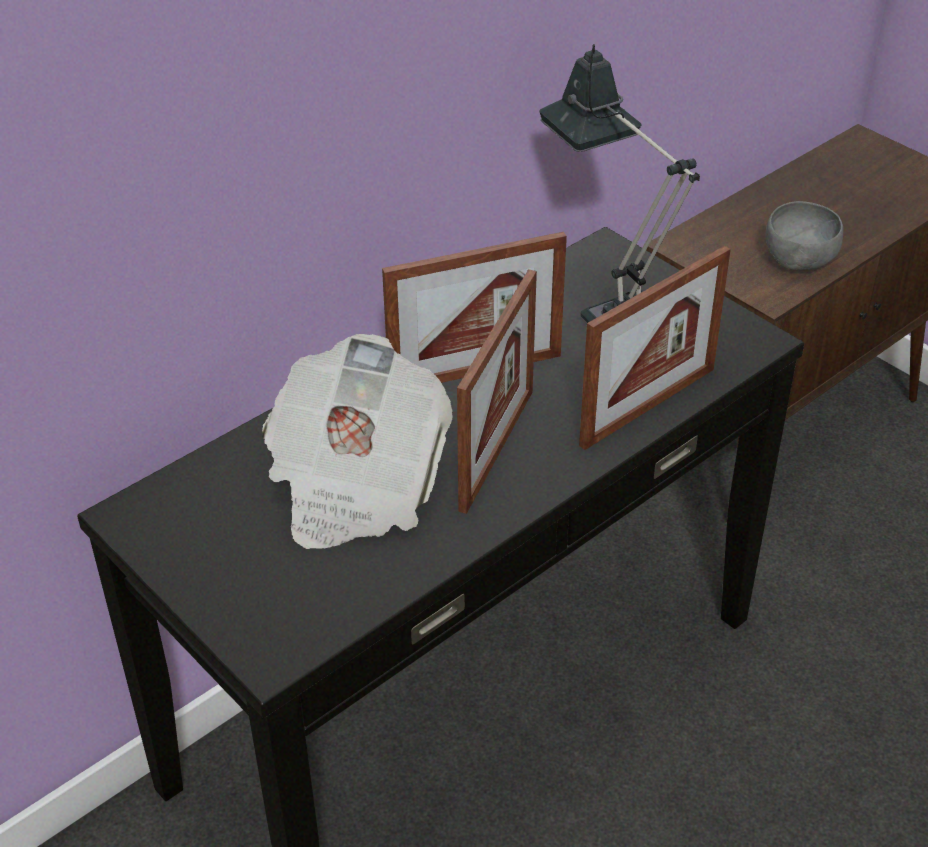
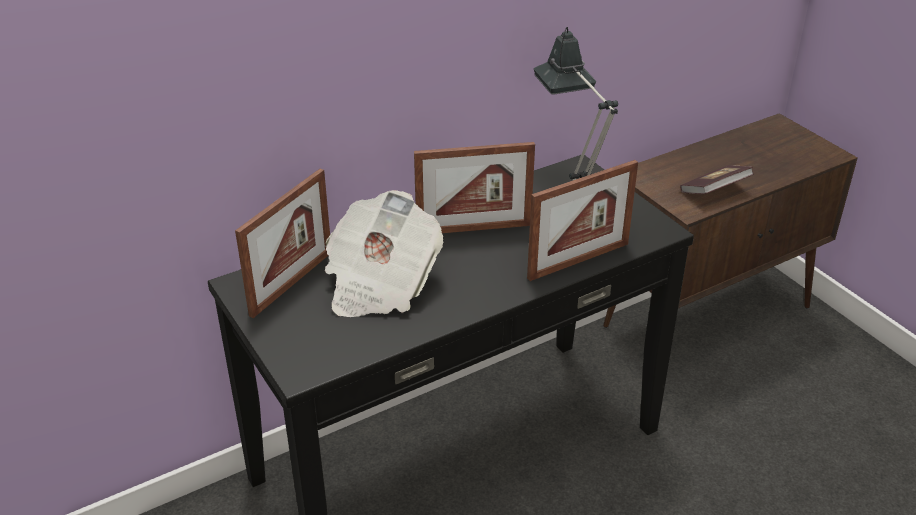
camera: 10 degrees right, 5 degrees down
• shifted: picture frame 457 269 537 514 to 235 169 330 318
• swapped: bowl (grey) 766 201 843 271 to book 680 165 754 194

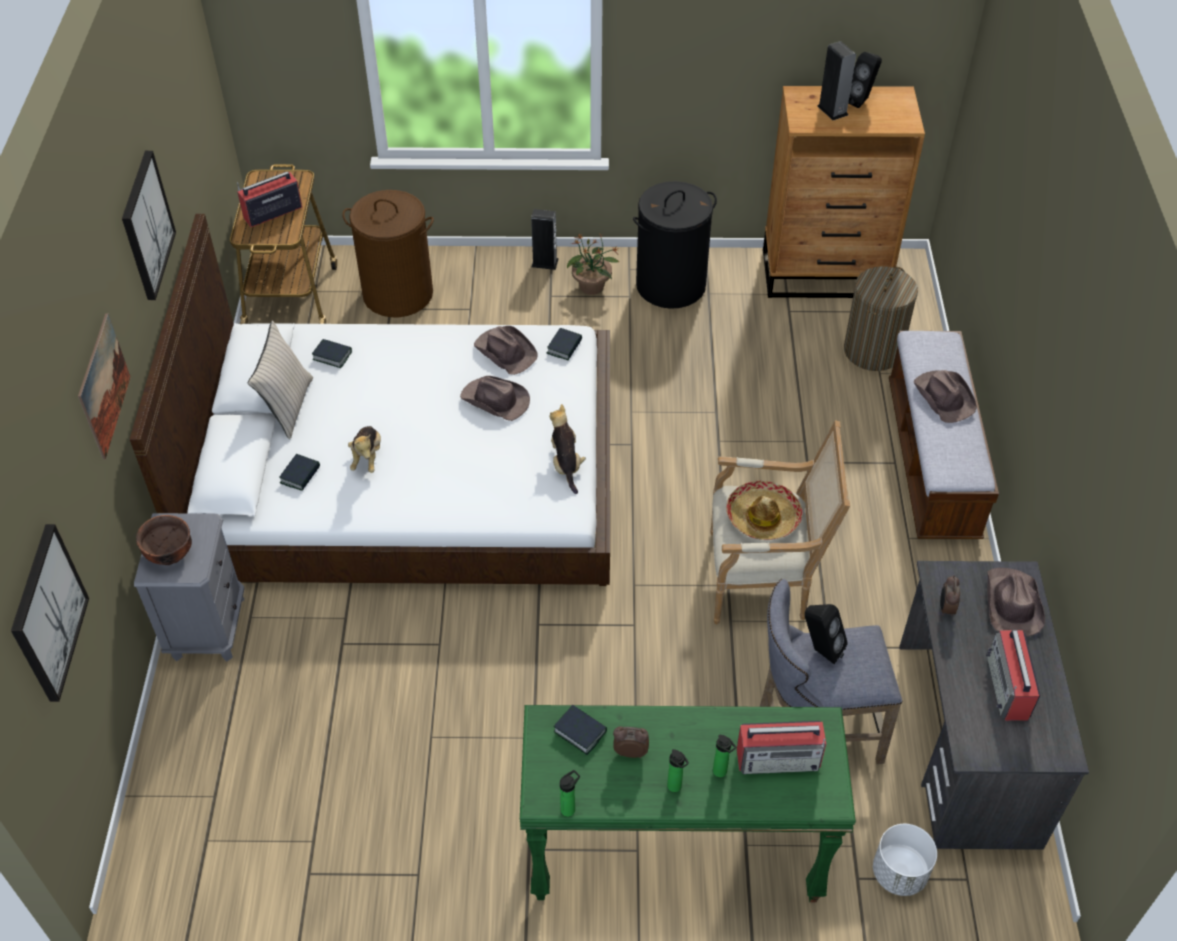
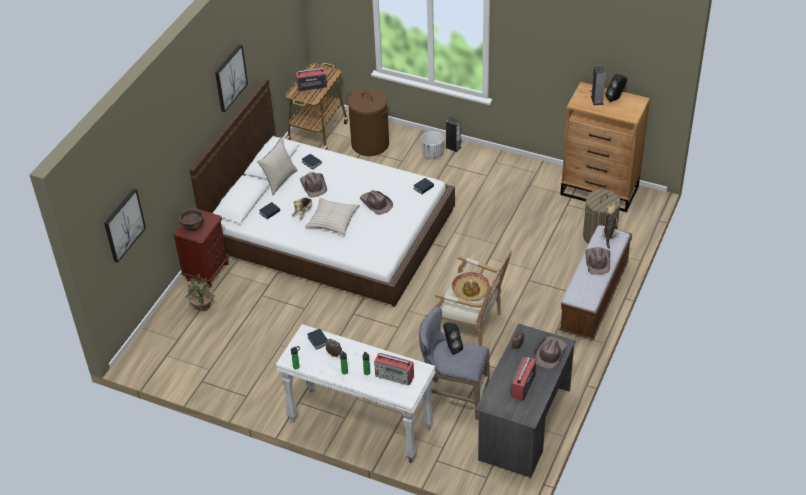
camera: 25 degrees right, 5 degrees down
• repainted: nightstand (grey) 134 513 245 662 to nightstand (brown) 173 210 229 288
• shifted: plant in a pot 567 233 619 295 to 185 273 215 311
• repainted: narrow table (green-coloured) 520 705 856 903 to narrow table (white-coloured) 276 324 435 463
• shifted: wearable hat (brown) 474 326 538 375 to 300 172 327 198
• new: pillow (beige-coloured) 305 198 360 235
• shifted: plant pot (white-coloured) 873 824 937 896 to 422 131 444 159
• shifted: soft toy 549 404 586 494 to 602 203 619 249
• gone: wall picture 78 313 131 459
• gone: washing basket (black-coloured) 633 181 717 309

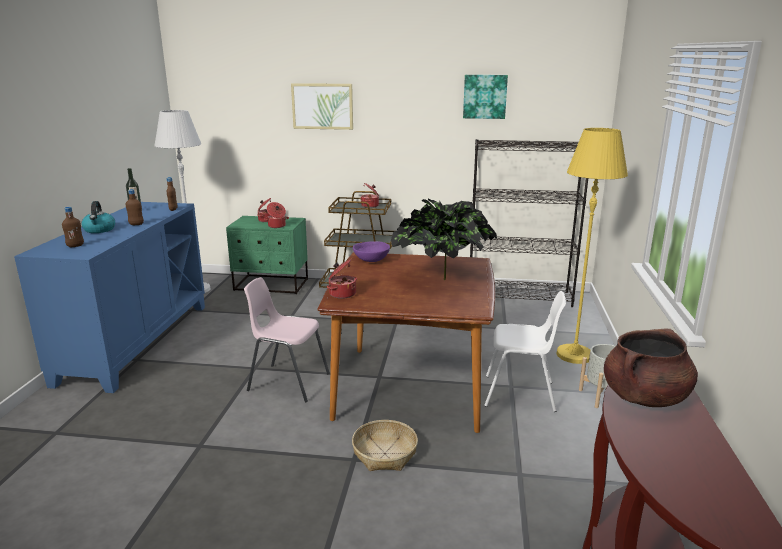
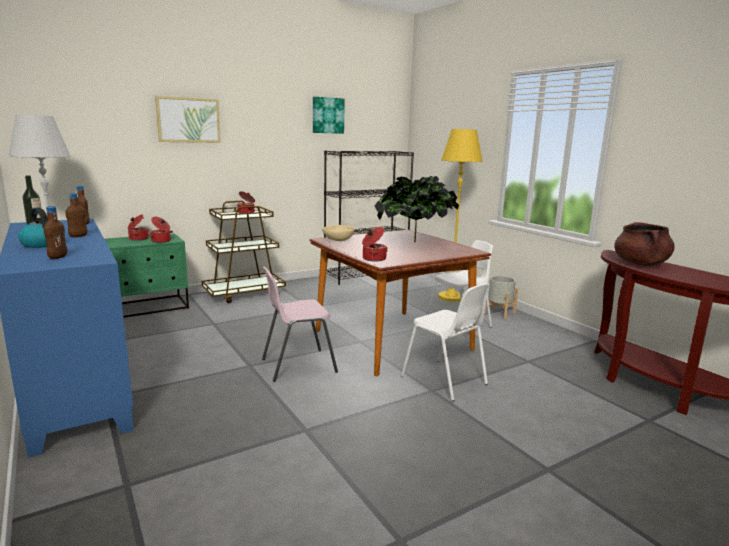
camera: 40 degrees left, 5 degrees down
• repainted: bowl (purplish) 353 241 390 262 to bowl (beige-coloured) 322 225 355 241
• swapped: household basket 352 420 418 471 to upright chair (white-coloured) 401 283 490 401

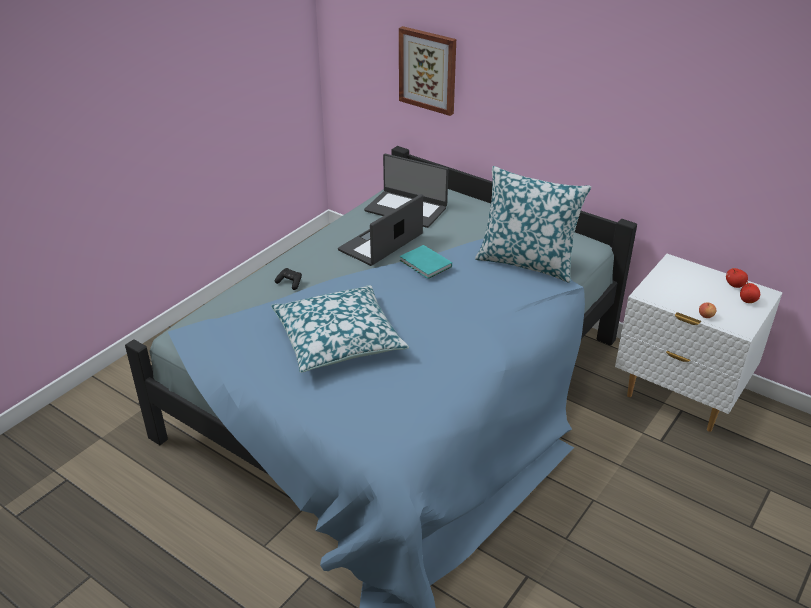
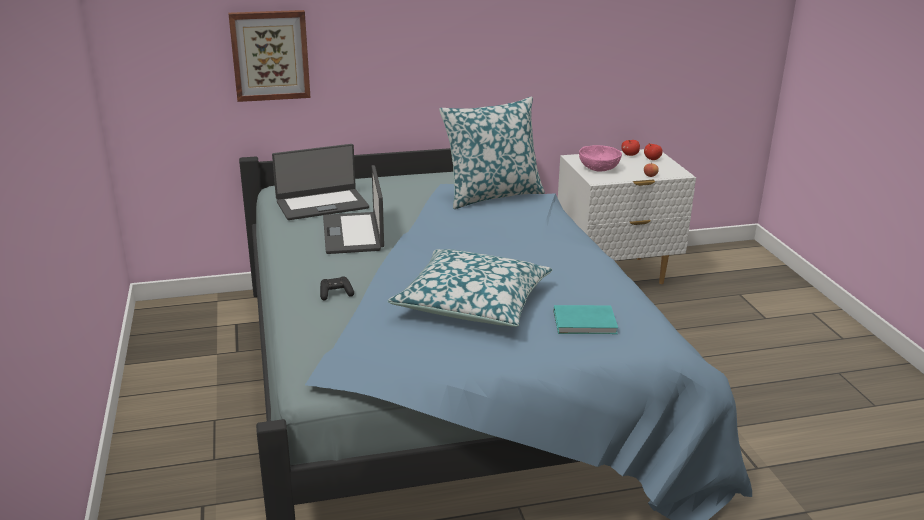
camera: 50 degrees left, 10 degrees down
• shifted: book (blue-green) 400 245 452 279 to 554 305 618 334
• new: bowl (pinkish) 579 145 622 171

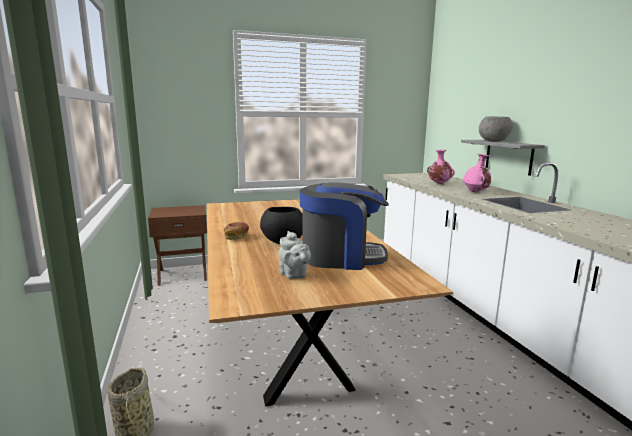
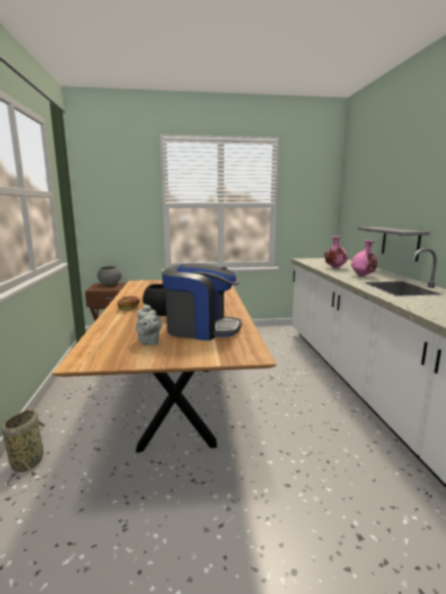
camera: 10 degrees right, 0 degrees up
• shifted: bowl (grey) 479 116 513 142 to 97 266 122 286

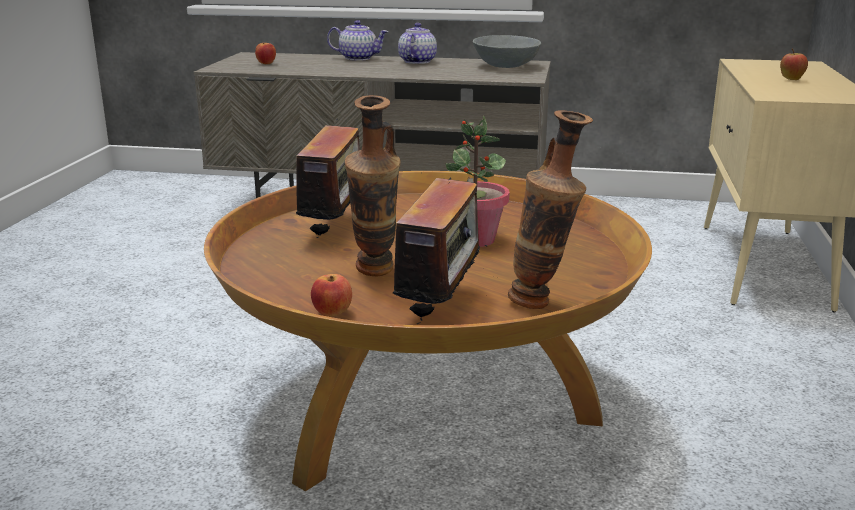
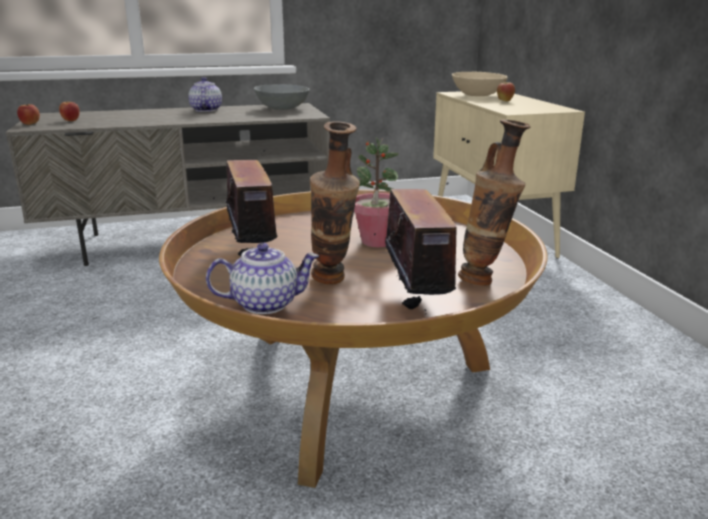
camera: 25 degrees left, 0 degrees up
• shifted: apple 311 274 352 317 to 17 104 40 125
• shifted: tea pot 327 20 389 61 to 206 243 319 314
• new: bowl (beige-coloured) 452 72 508 96

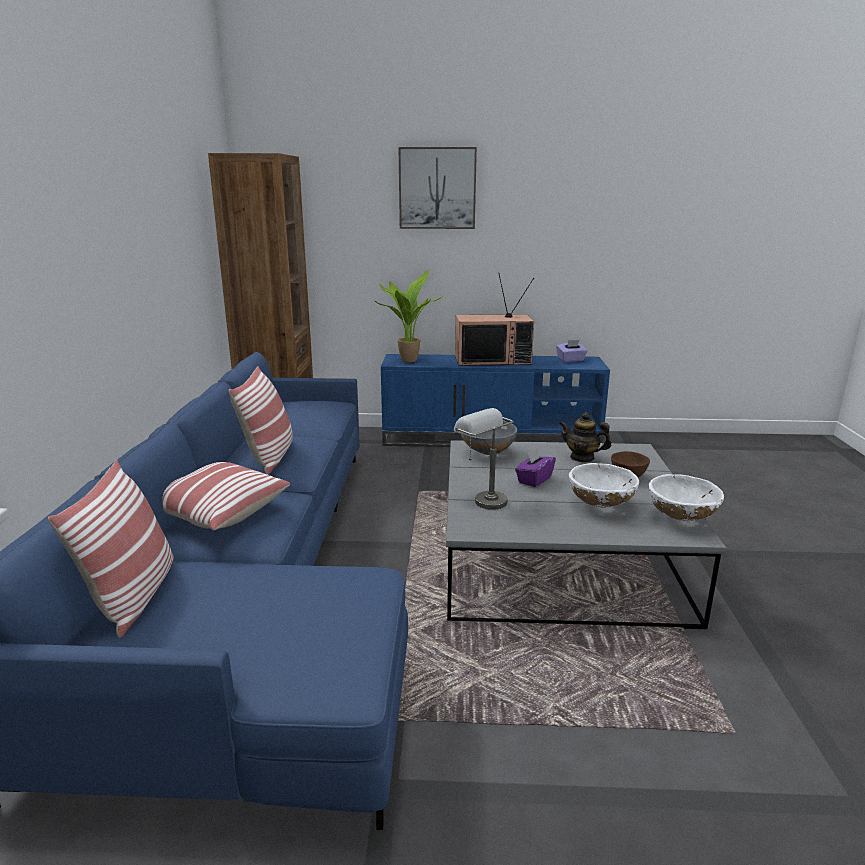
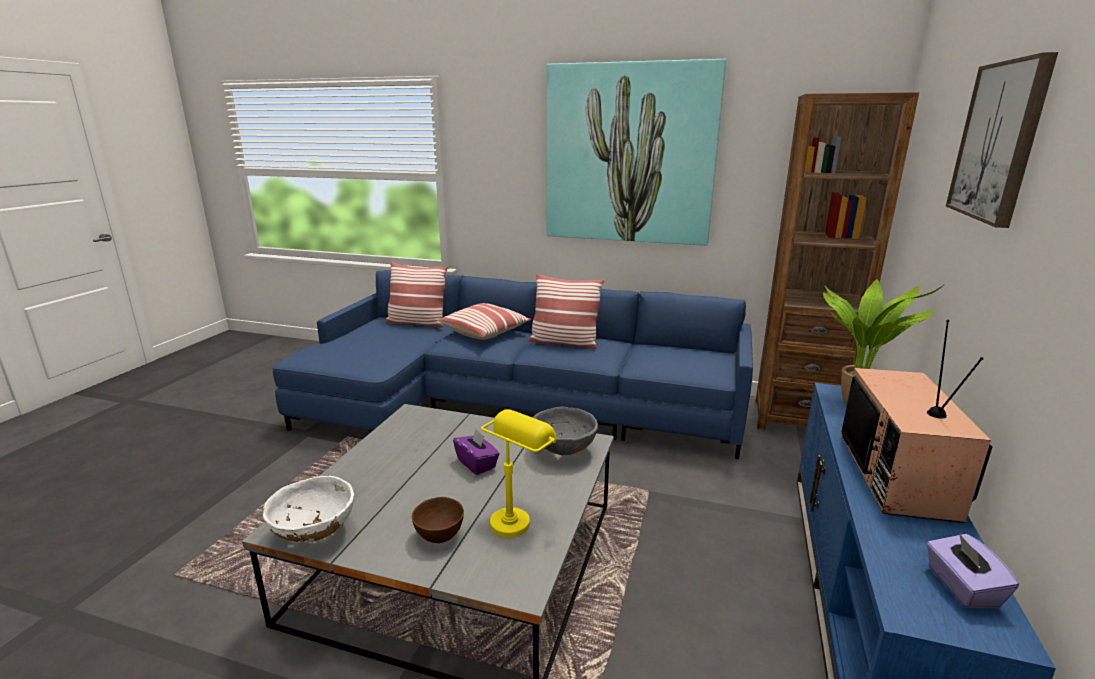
camera: 105 degrees right, 0 degrees up
• swapped: tea pot 559 412 611 462 to table lamp (yellowish) 481 409 557 538
• new: wall picture 546 59 726 246
• gone: table lamp (grey) 454 408 514 510
• gone: bowl (white-coloured) 569 463 639 508

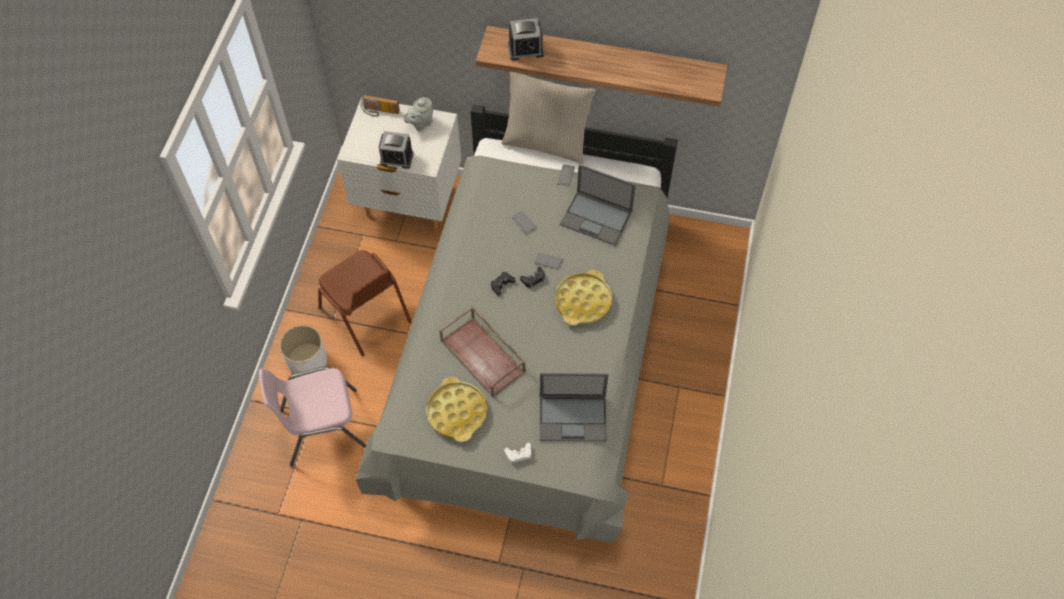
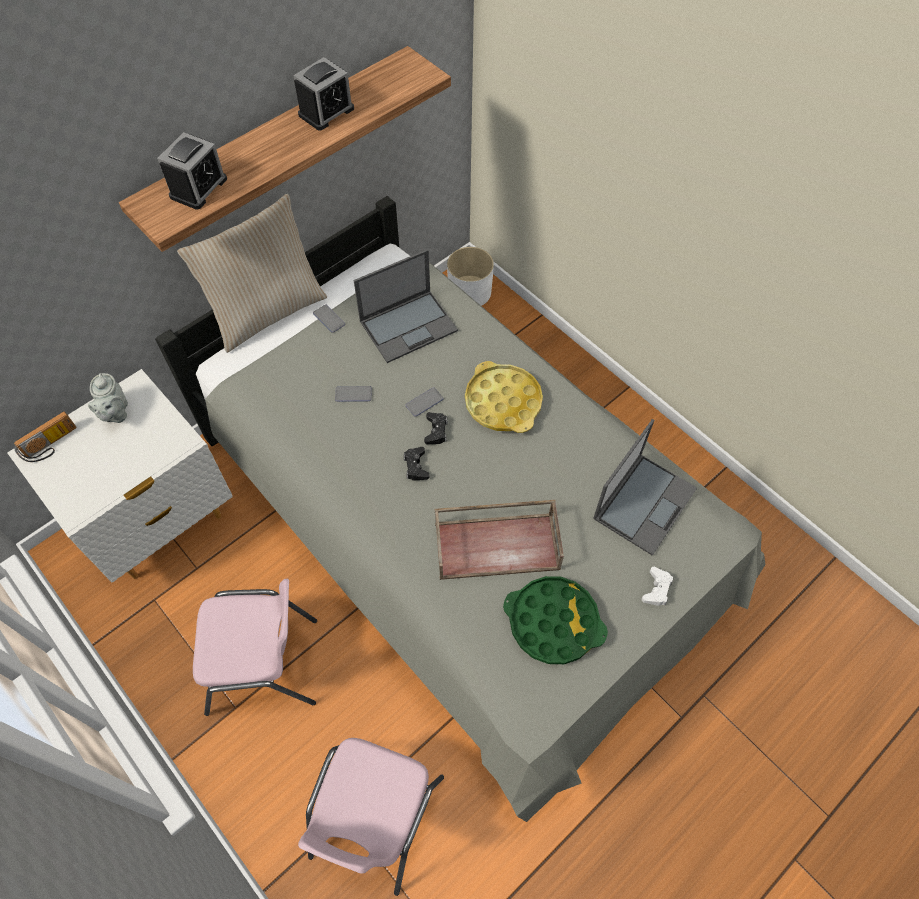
camera: 55 degrees left, 0 degrees up
• repainted: upright chair (brown) 318 250 412 356 to upright chair (pinkish) 193 579 317 716
• shifted: table clock 379 131 414 169 to 293 57 354 131
• shifted: plant pot (white-coloured) 280 325 327 374 to 447 247 494 306
• repainted: serving tray (yellowish) 426 377 487 442 to serving tray (green-coloured) 503 576 608 664

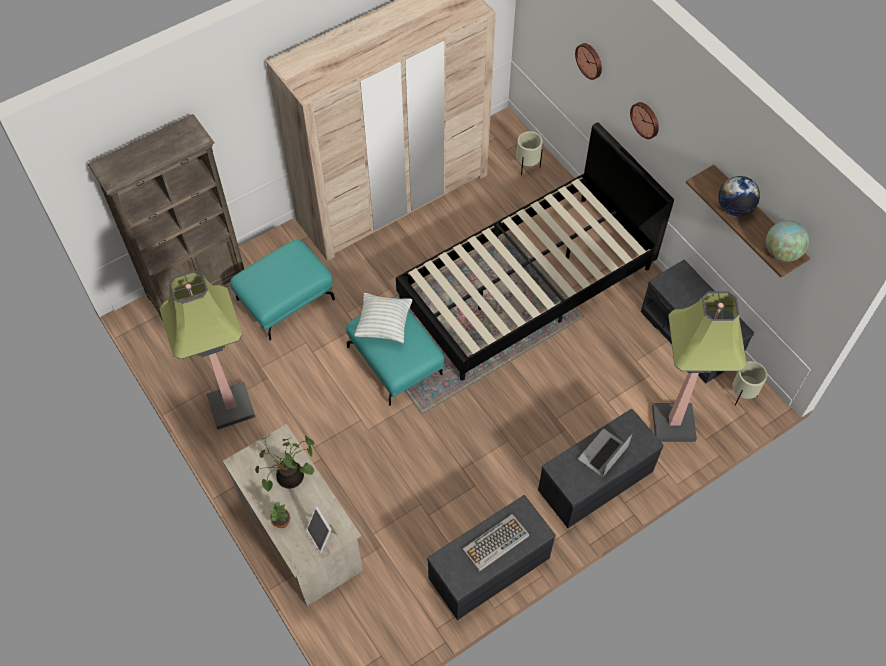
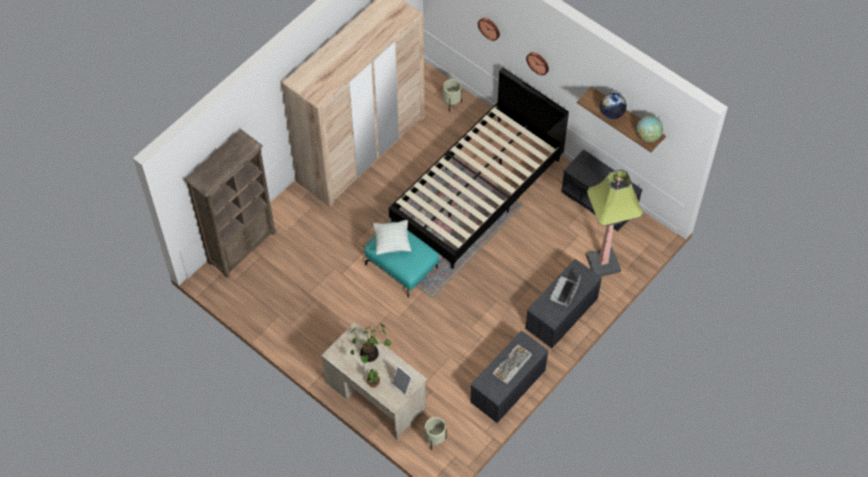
camera: 15 degrees left, 0 degrees up
• shifted: plant pot (beige-coloured) 733 361 767 405 to 425 417 446 450
• gone: floor lamp 159 271 255 430
• gone: pouffe (blue-green) 230 239 335 340

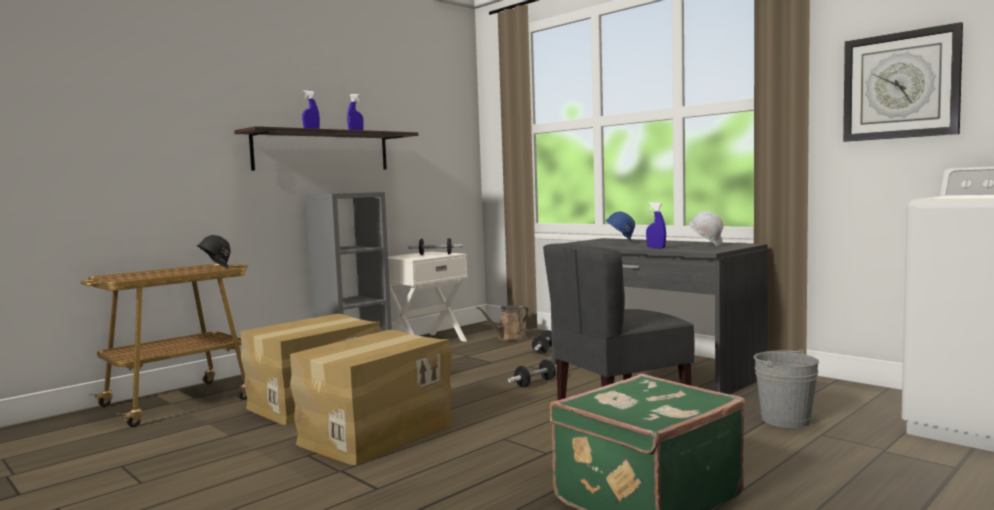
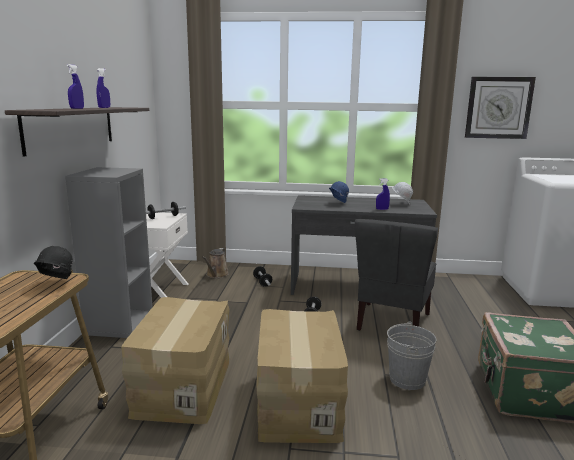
camera: 40 degrees left, 10 degrees up
• shifted: pail (grey) 754 349 819 428 to 387 321 436 390

